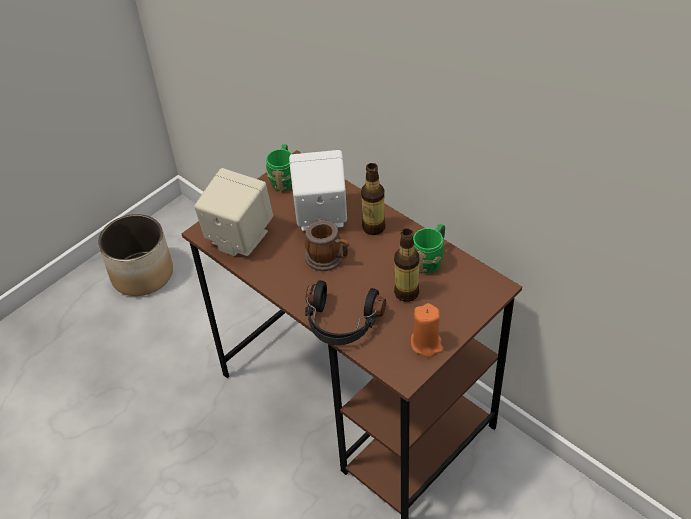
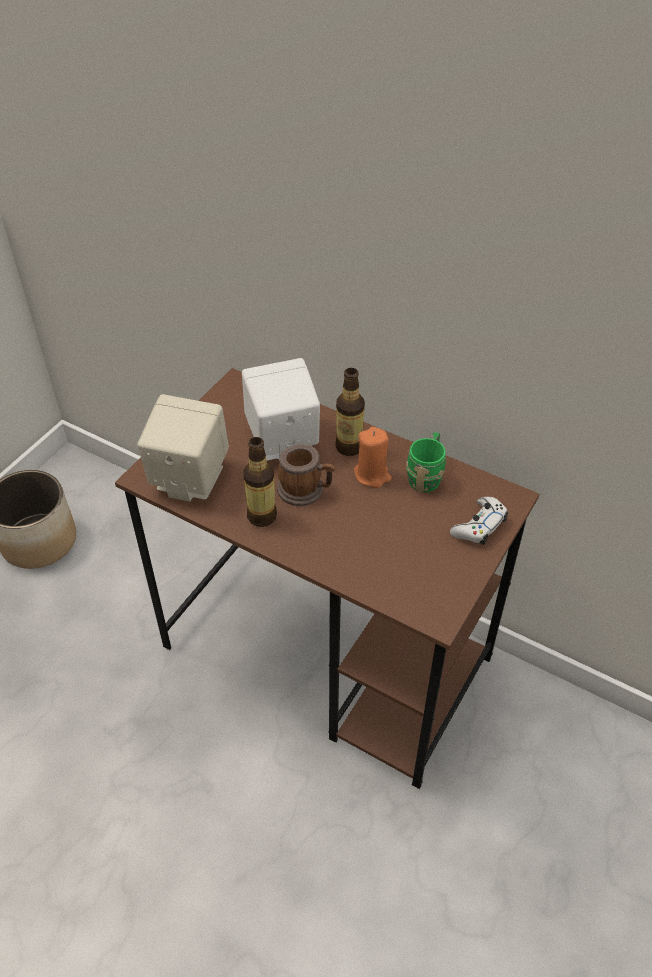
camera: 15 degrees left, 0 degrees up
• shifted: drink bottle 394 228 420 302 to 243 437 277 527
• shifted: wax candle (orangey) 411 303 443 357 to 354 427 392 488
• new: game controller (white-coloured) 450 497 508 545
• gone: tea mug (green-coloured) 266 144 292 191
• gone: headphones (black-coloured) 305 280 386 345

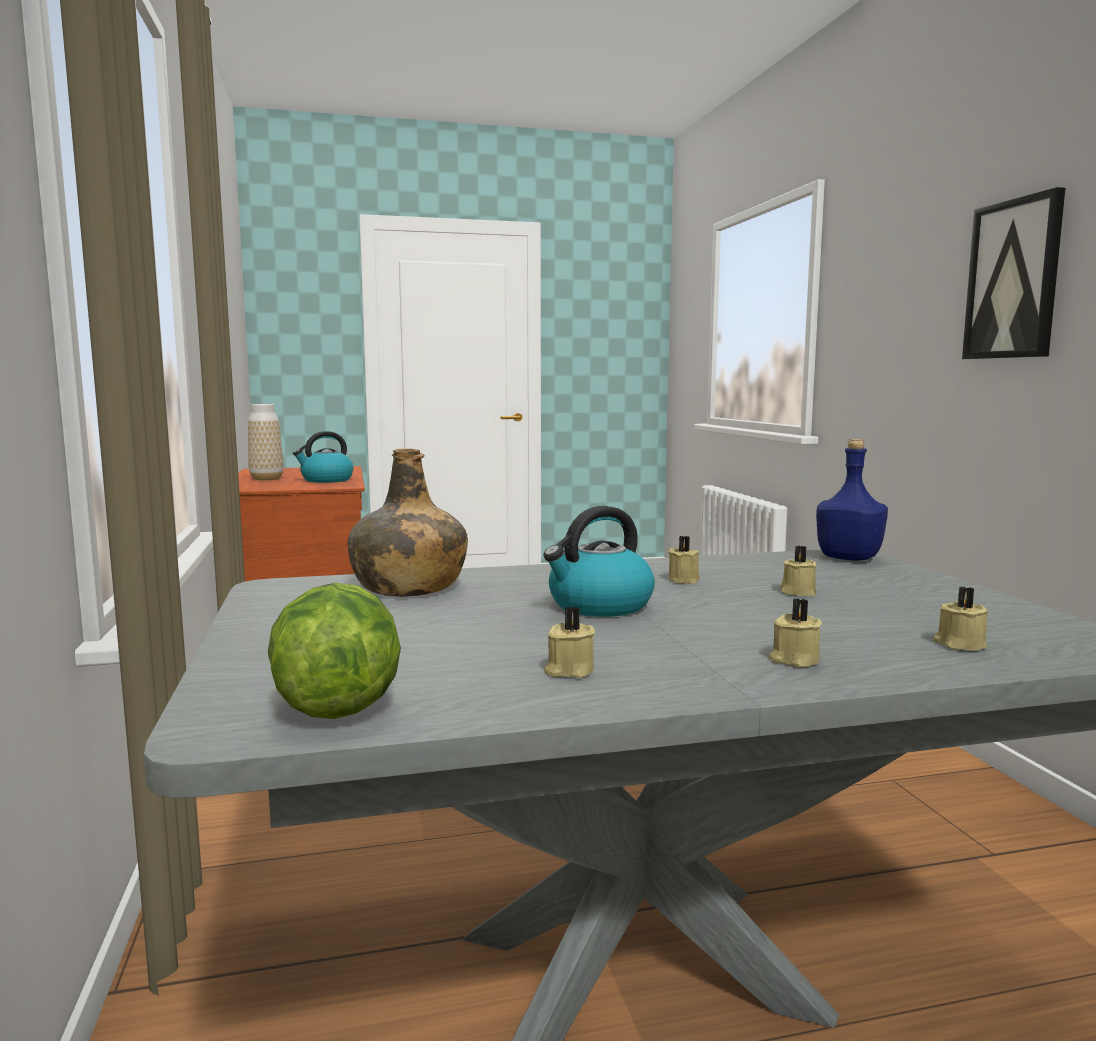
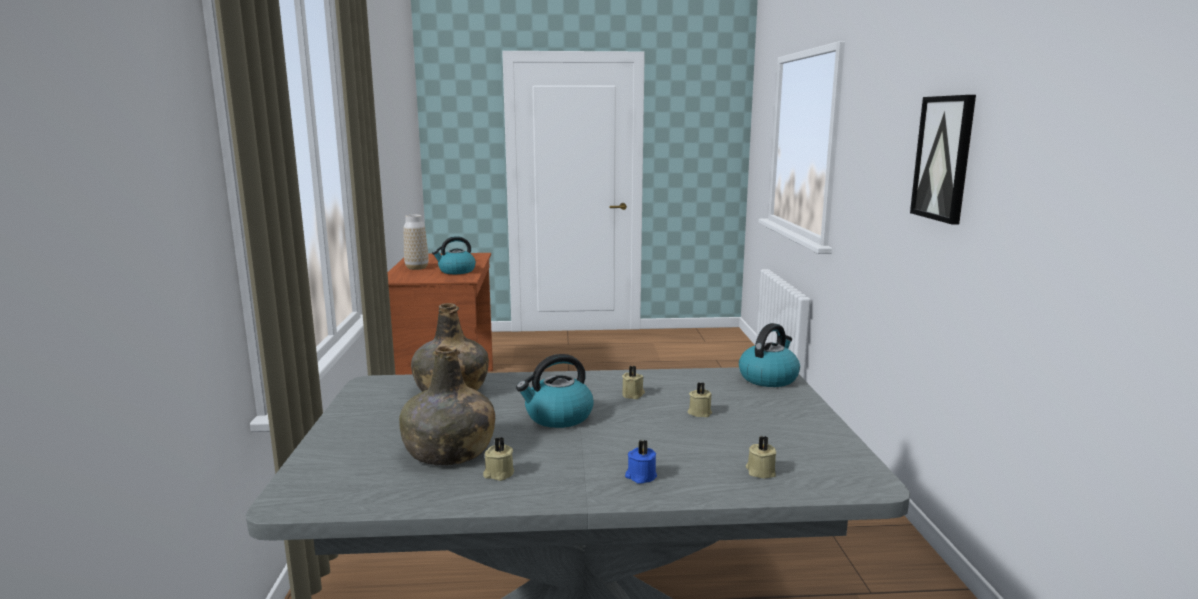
camera: 10 degrees right, 5 degrees up
• new: drink bottle (green-coloured) 399 346 495 465
• repainted: wax candle (beige-coloured) 769 599 822 667 to wax candle (blue) 625 440 657 484
• swapped: drink bottle (blue) 816 439 888 560 to water kettle 739 323 800 387
• gone: head of lettuce 268 582 401 719

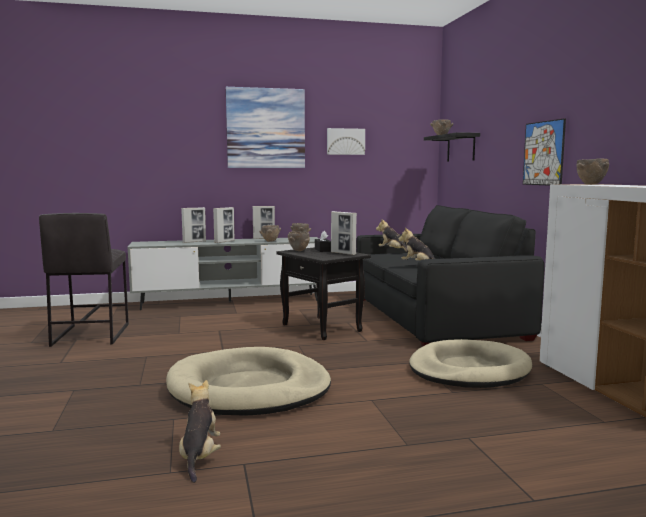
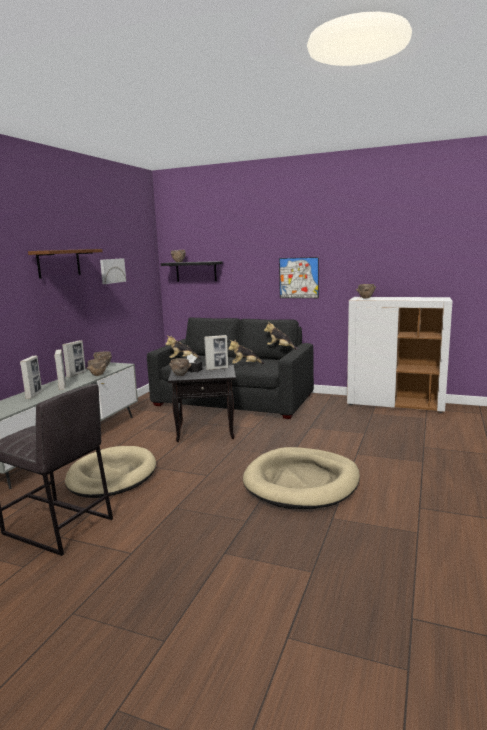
camera: 55 degrees left, 5 degrees up
• swapped: wall picture 226 87 305 168 to shelf (brown) 28 249 103 279
• shifted: dog bed (beige-coloured) 409 339 532 388 to 65 446 156 498
• shifted: soft toy 179 380 221 483 to 264 322 299 350

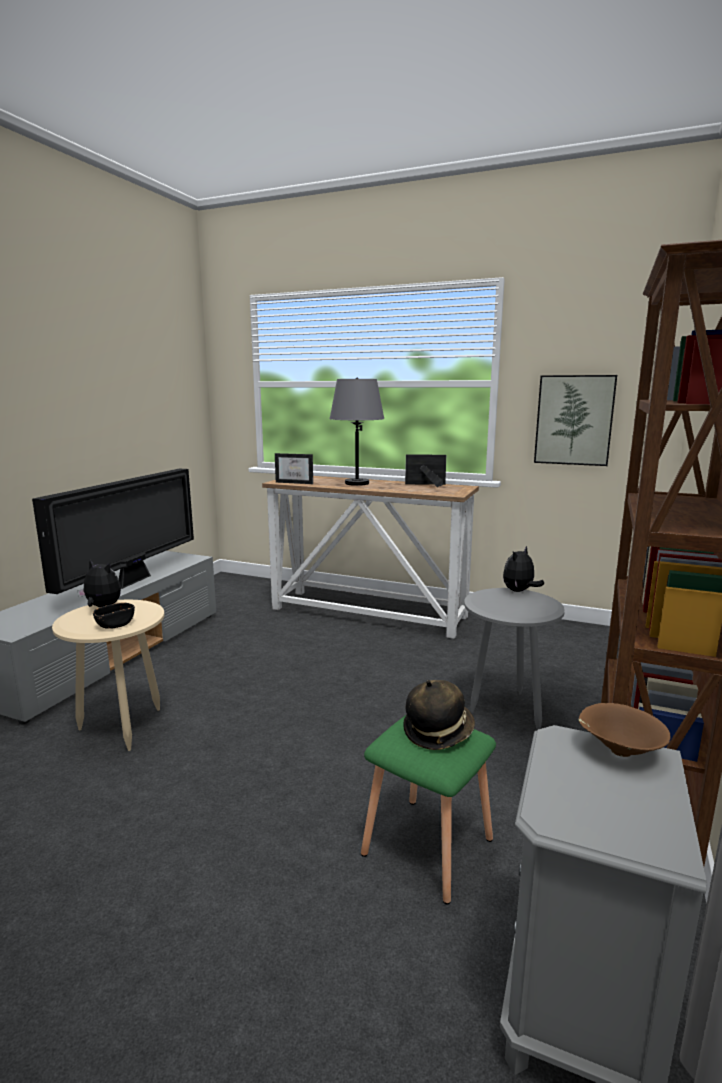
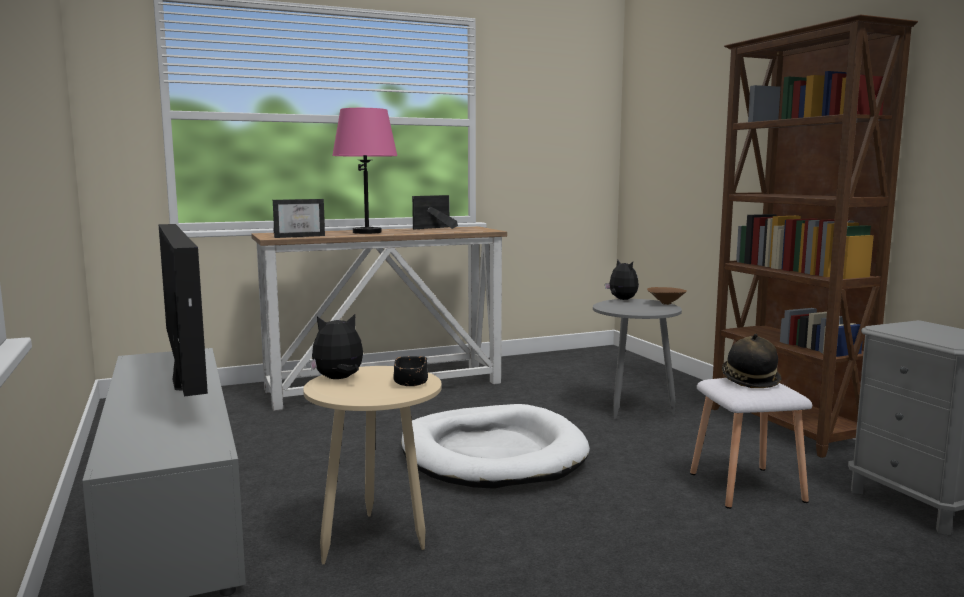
camera: 45 degrees left, 5 degrees down
• repainted: table lamp (grey) 330 377 384 486 to table lamp (pinkish) 332 107 397 234
• new: dog bed (white-coloured) 401 404 590 489
• rotated: soft toy 503 546 544 592 = 605 260 639 300 150 degrees clockwise
• shifted: bowl (brown) 579 703 671 757 to 647 287 687 305
• repainted: stool (green-coloured) 361 714 496 905 to stool (white-coloured) 690 378 812 509
• gone: wall picture 534 375 617 466

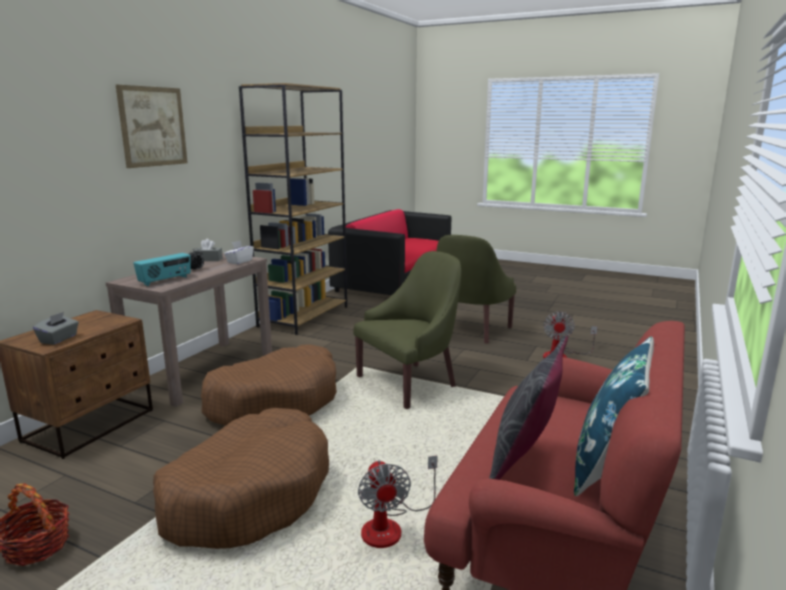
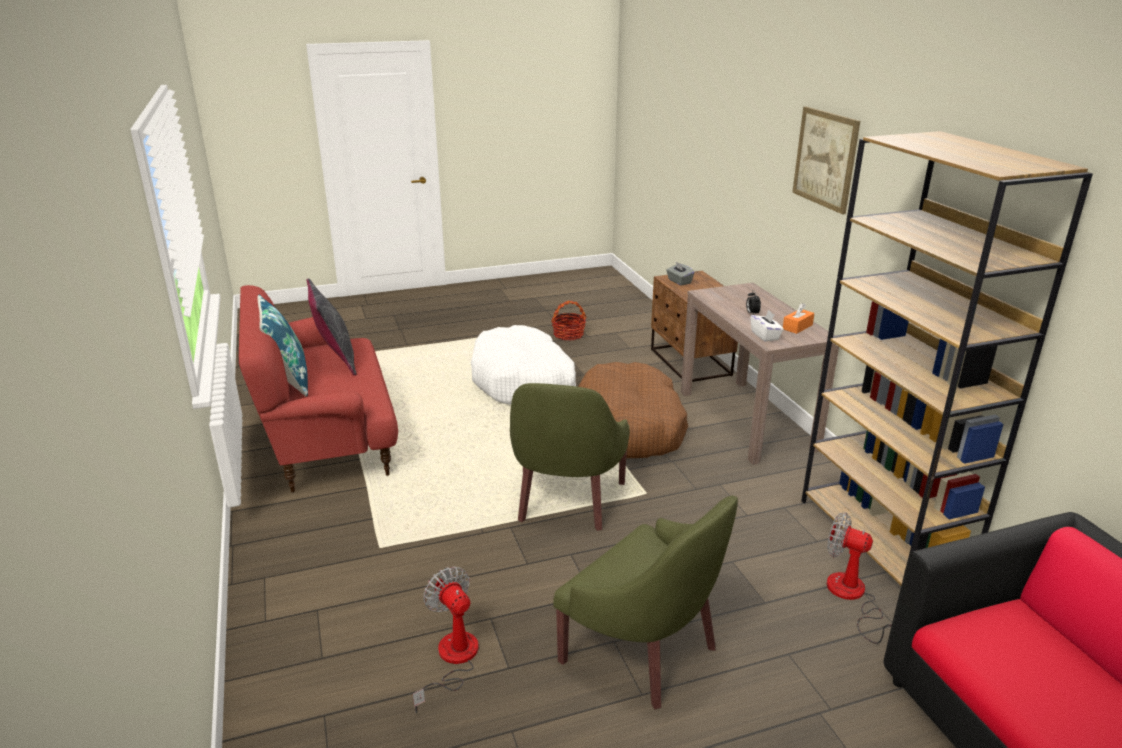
camera: 135 degrees right, 10 degrees up
• repainted: dog bed (brown) 153 408 329 549 to dog bed (white-coloured) 471 325 576 405
• rotated: armchair (green-coloured) 437 235 516 344 = 553 495 738 709 150 degrees clockwise
• repainted: box of tissues (grey) 193 239 223 261 to box of tissues (orangey) 783 303 814 334
• shifted: fan 358 456 438 548 to 827 512 892 644
• gone: radio 133 253 191 286

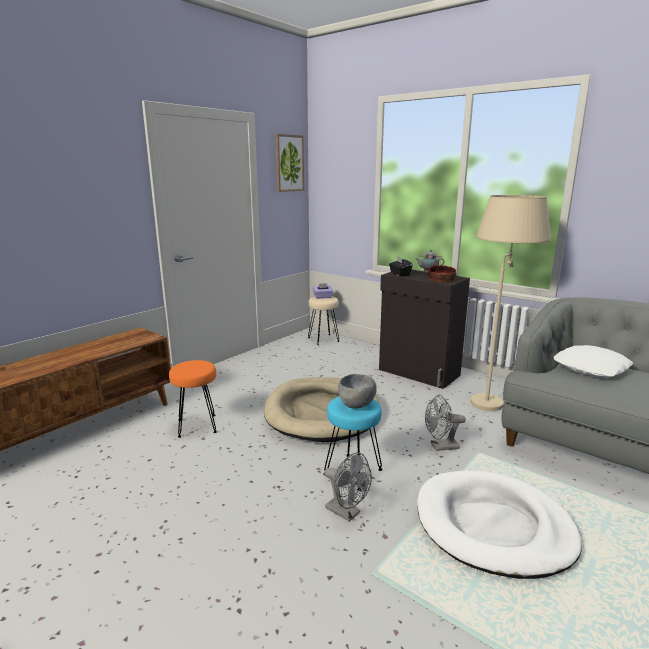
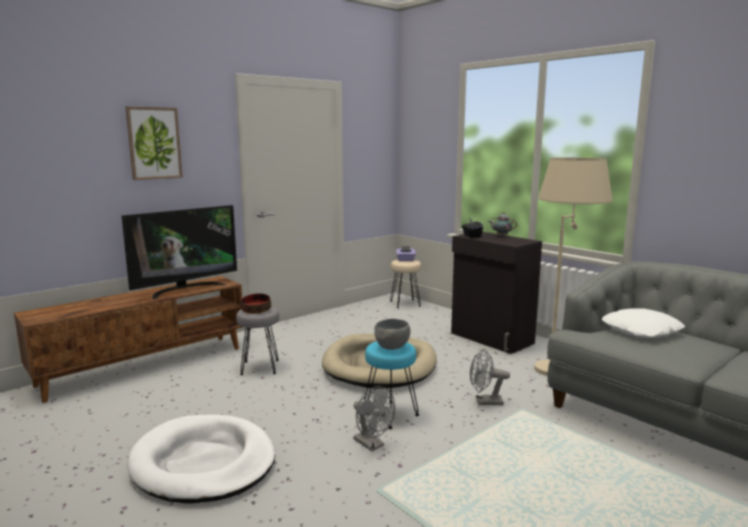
camera: 10 degrees right, 5 degrees down
• new: TV set 121 205 237 299
• shifted: wall picture 275 134 304 192 to 125 106 183 180
• shifted: dog bed (white-coloured) 417 470 582 579 to 127 415 275 504
• repainted: stool (orangey) 169 360 217 438 to stool (grey) 236 307 279 375
• shifted: bowl 428 265 456 282 to 240 293 271 314

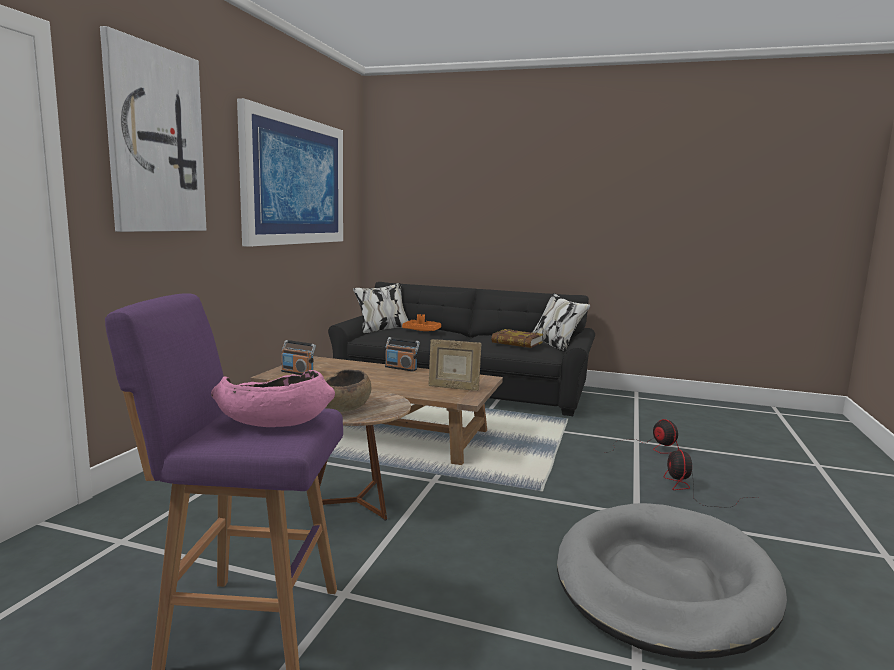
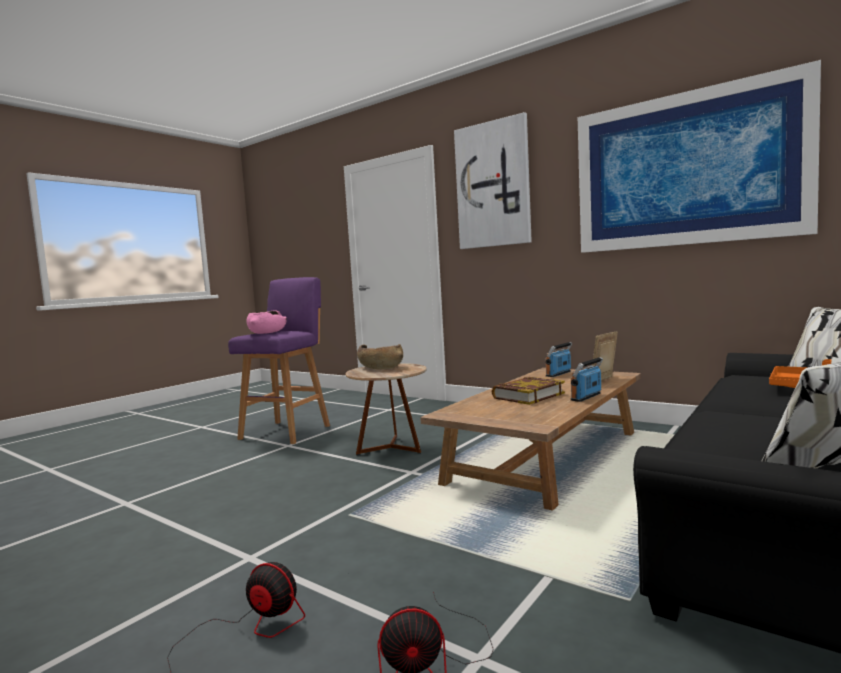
camera: 110 degrees right, 5 degrees down
• shifted: book 491 329 543 348 to 492 377 565 405
• shifted: picture frame 428 339 481 391 to 592 331 618 381
• gone: dog bed (grey) 557 503 787 659

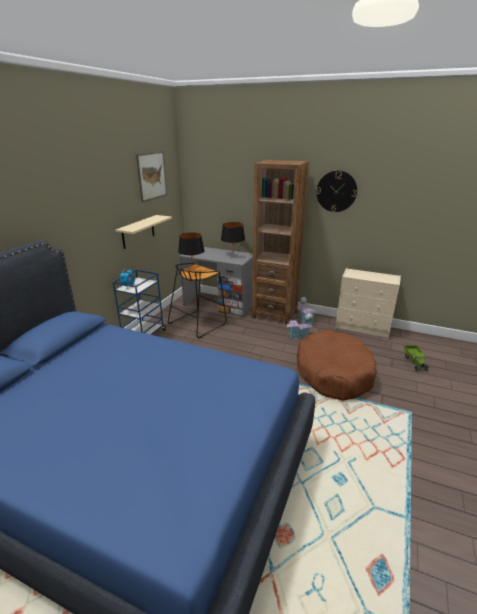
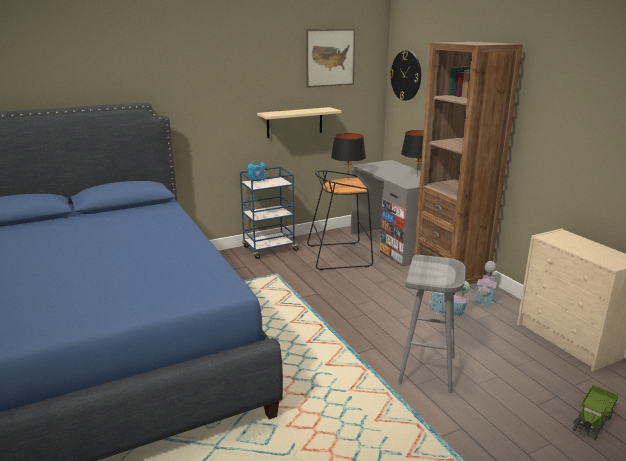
camera: 40 degrees right, 5 degrees down
• shifted: clock on the wall 316 171 357 212 to 390 51 421 101
• swapped: dog bed (brown) 297 330 377 401 to stool (grey) 398 255 465 393

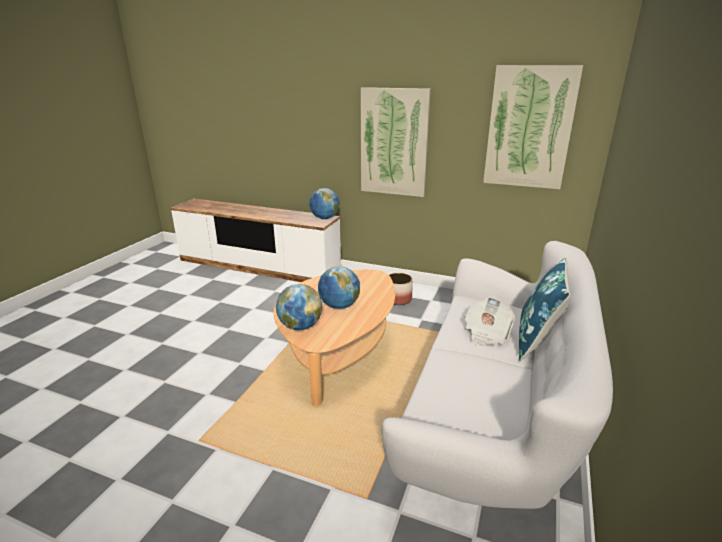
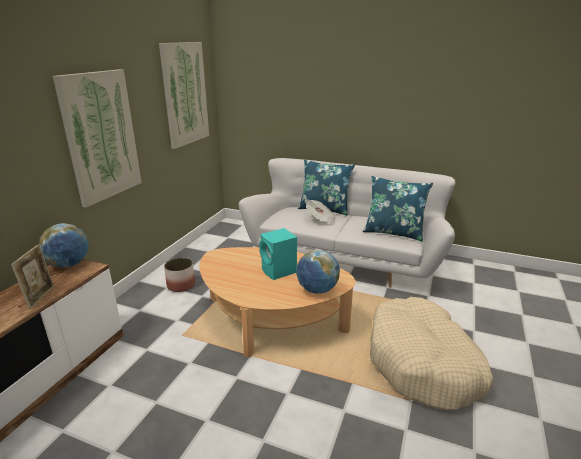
camera: 90 degrees left, 0 degrees up
• new: picture frame 11 244 54 309
• swapped: desk globe 318 266 360 309 to loudspeaker (blue-green) 259 228 297 280
• new: pillow (blue) 363 176 433 242
• new: dog bed (beige-coloured) 370 297 493 410

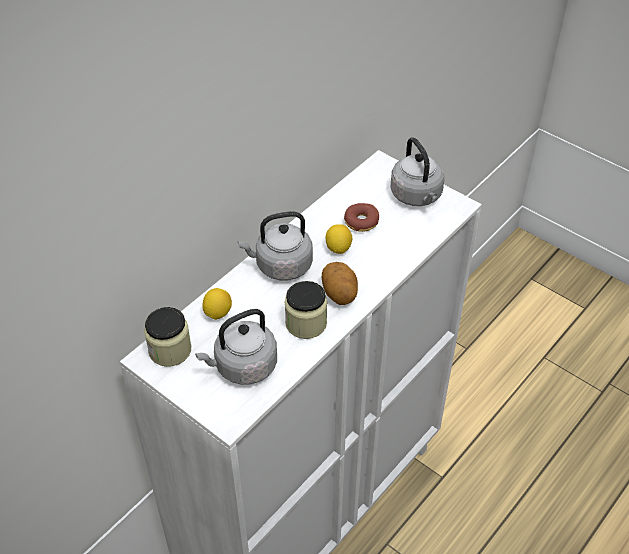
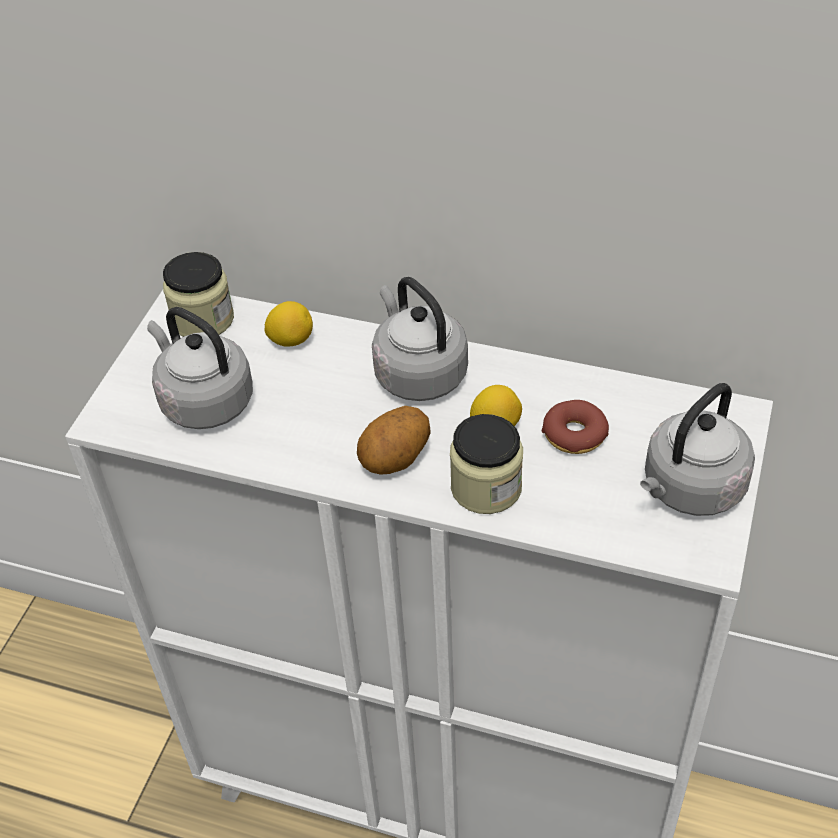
camera: 70 degrees right, 0 degrees up
• shifted: storage jar 285 281 327 339 to 450 414 523 514

